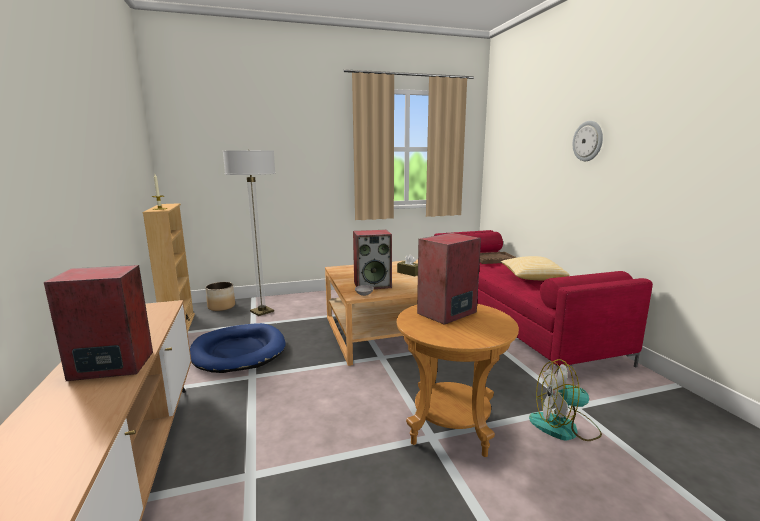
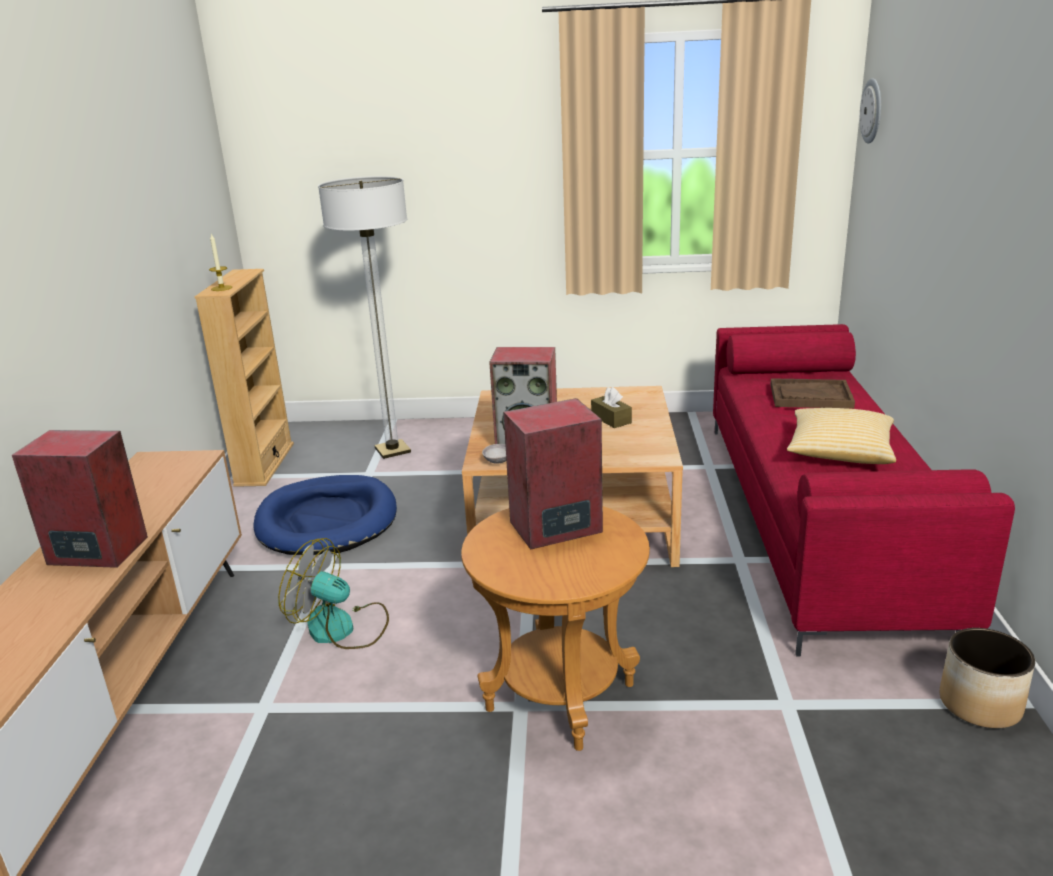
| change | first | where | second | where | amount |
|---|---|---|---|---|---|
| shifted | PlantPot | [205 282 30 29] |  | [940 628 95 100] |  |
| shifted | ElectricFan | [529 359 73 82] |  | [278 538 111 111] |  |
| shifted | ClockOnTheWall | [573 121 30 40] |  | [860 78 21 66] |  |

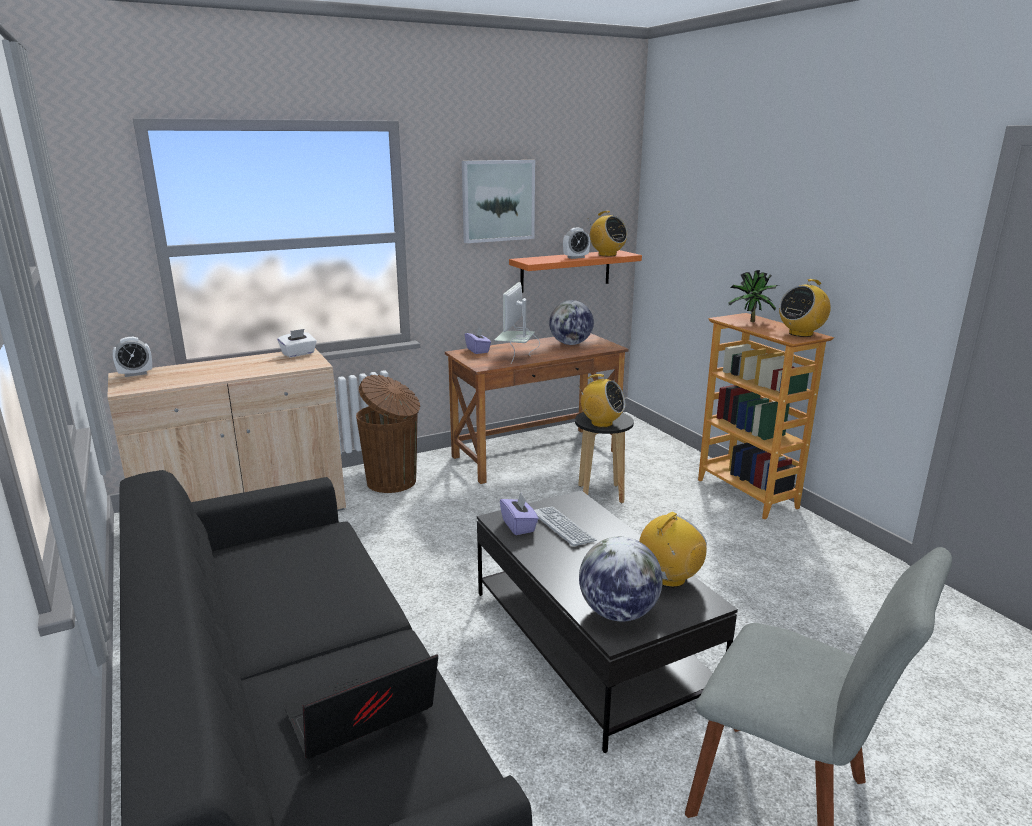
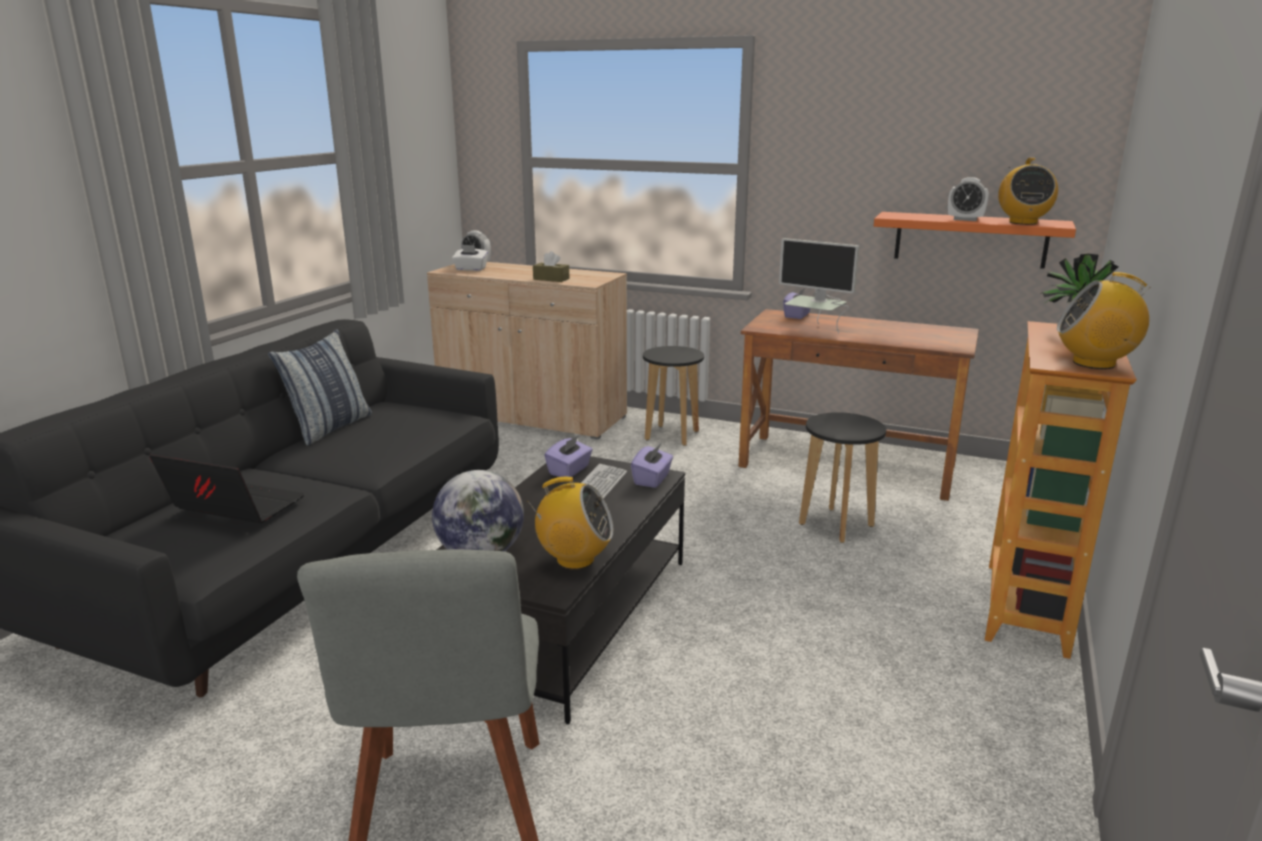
| change | first | where | second | where | amount |
|---|---|---|---|---|---|
| gone | WallPicture | [462 160 73 83] |  |  |  |
| gone | Globe | [549 300 45 45] |  |  |  |
| gone | RadioReceiver | [577 374 48 54] |  |  |  |
| new |  |  | Pillow | [268 329 104 116] |  |
| new |  |  | BrownishTissueBox | [533 251 36 31] |  |
| new |  |  | PurplishTissueBox | [631 444 42 44] |  |
| shifted | WhiteColouredTissueBox | [277 329 40 28] |  | [452 245 36 26] |  |
| swapped | BrownishWasteBin | [356 375 64 118] | BlackishSittingStool | [643 346 61 100] |  |
| rotated | Monitor | [495 282 45 82] |  | [779 238 80 96] | 120 degrees counterclockwise |

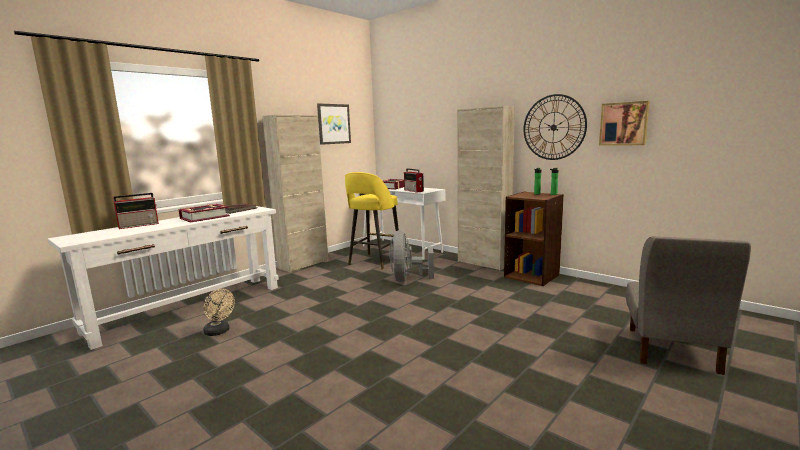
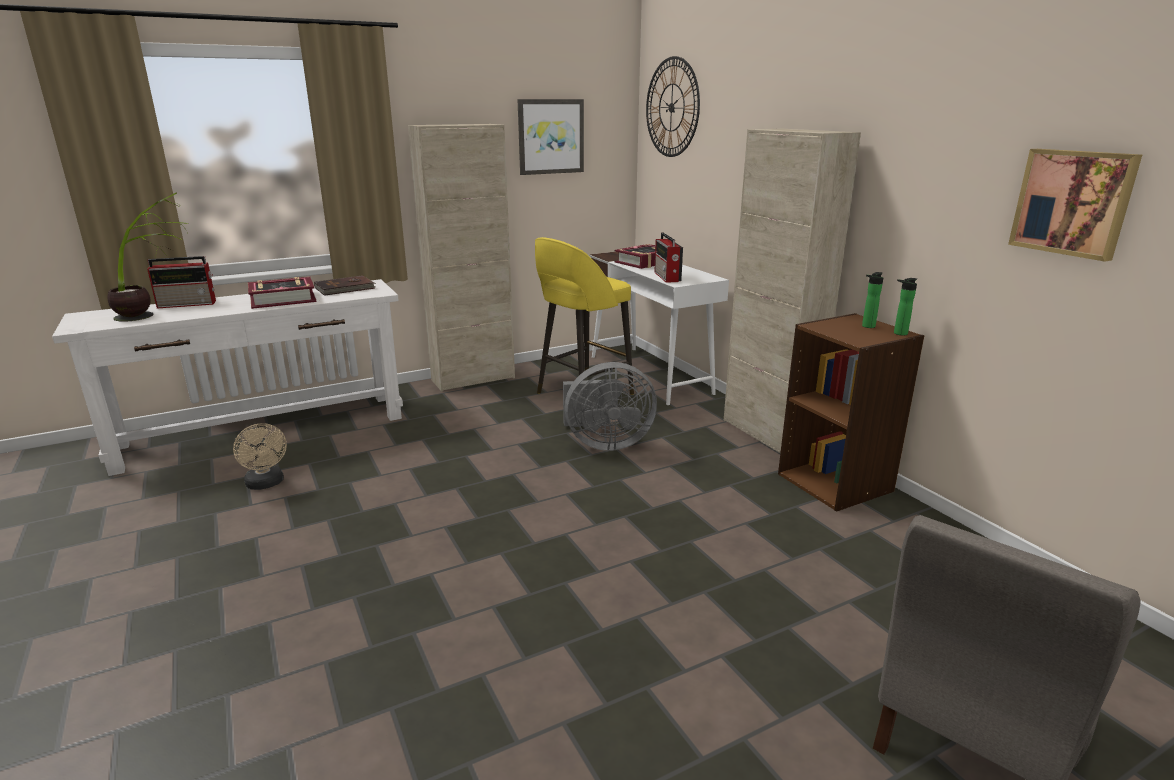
| change | first | where | second | where | amount |
|---|---|---|---|---|---|
| new |  |  | Houseplant | [108 192 80 130] |  |
| shifted | ClockOnTheWall | [523 94 64 66] |  | [646 56 54 101] |  |
| rotated | GreyishElectricFan | [389 230 45 52] |  | [563 362 94 89] | 120 degrees counterclockwise |

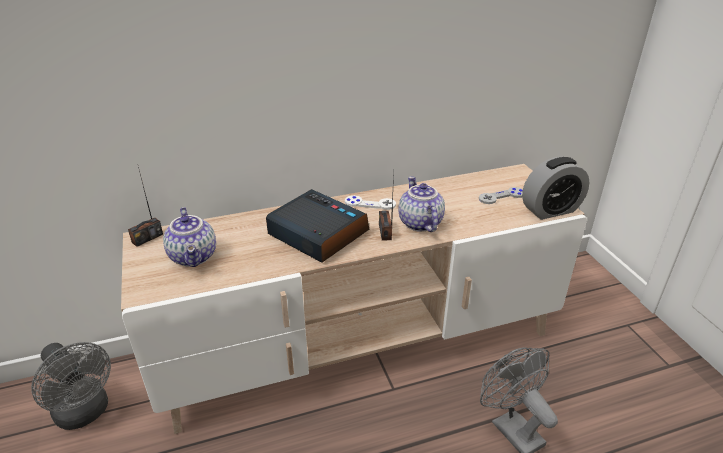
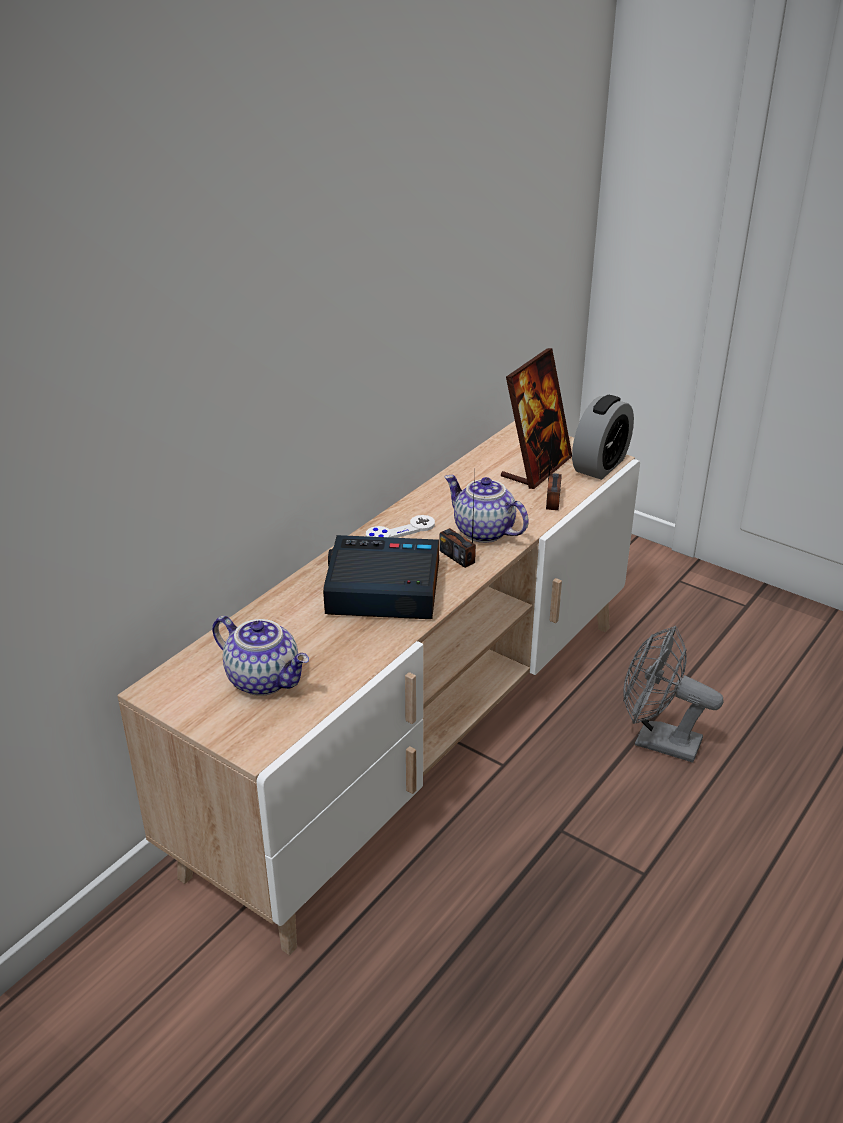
| change | first | where | second | where | amount |
|---|---|---|---|---|---|
| gone | GreyishElectricFan | [31 342 80 88] |  |  |  |
| shifted | RadioReceiver | [128 167 35 80] |  | [546 415 16 95] |  |
| swapped | GreyishJoypad | [479 187 44 17] | PictureFrame | [501 348 71 141] |  |

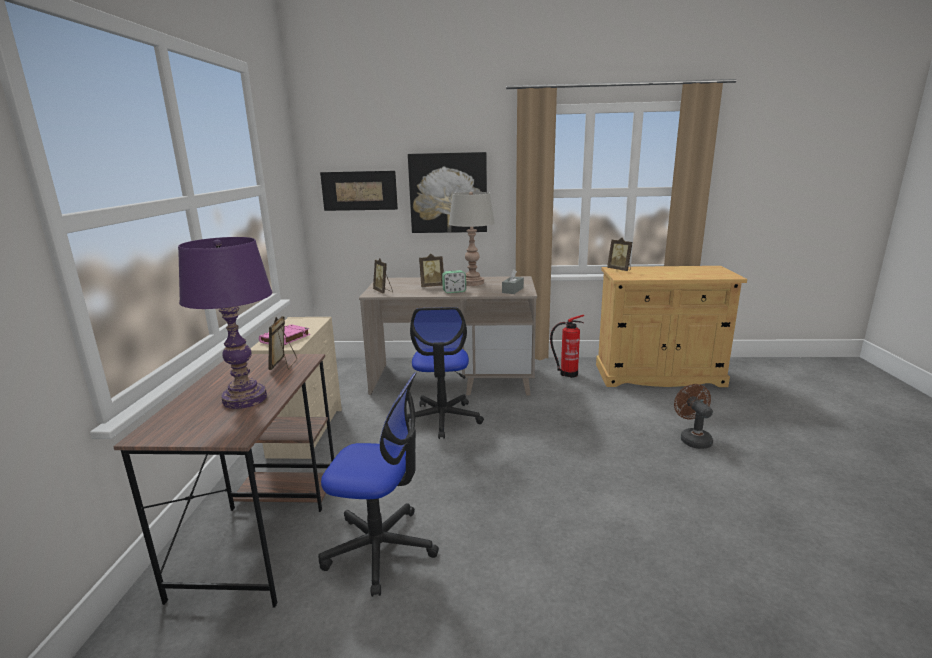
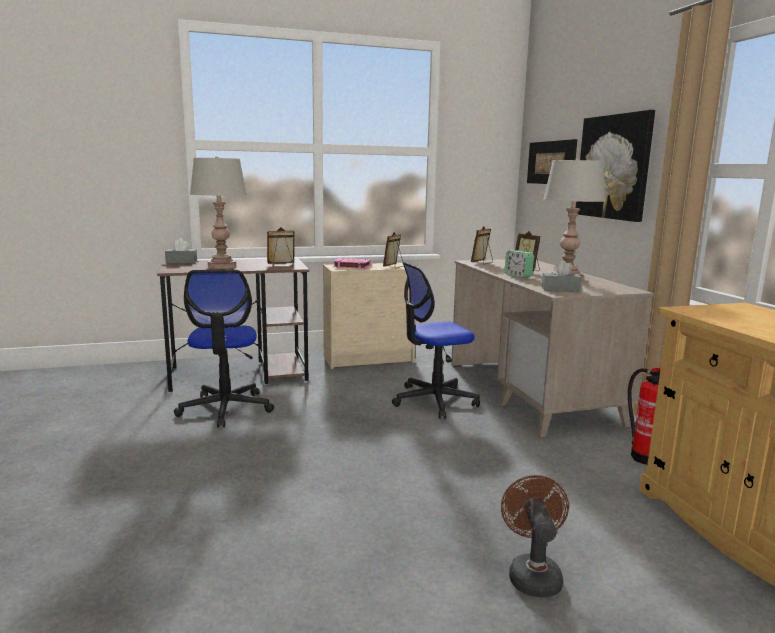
| change | first | where | second | where | amount |
|---|---|---|---|---|---|
| new |  |  | GreyishTissueBox | [165 238 32 25] |  |
| shifted | PictureFrame | [607 238 25 33] |  | [383 232 21 37] |  |
| repainted | PurplishLampForATable | [178 237 95 172] | GreyishLampForATable | [190 157 57 112] |  |
| rotated | BrownishElectricFan | [674 384 39 65] |  | [501 475 68 122] | 60 degrees counterclockwise |

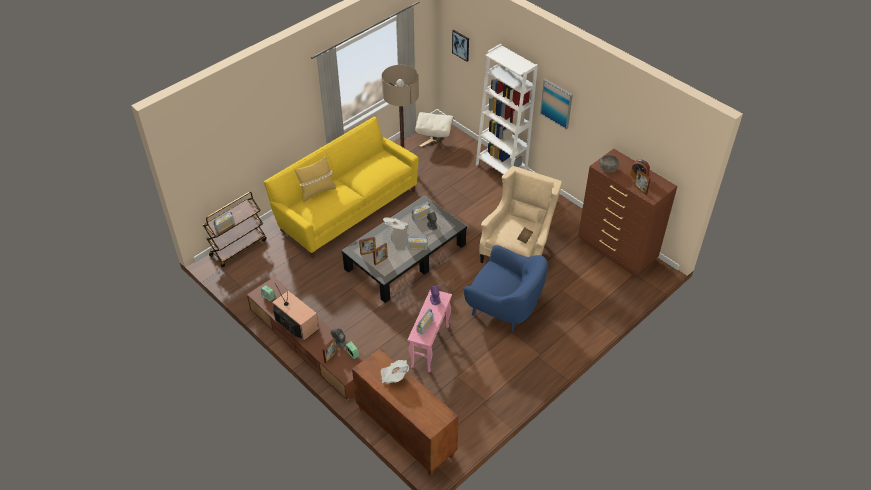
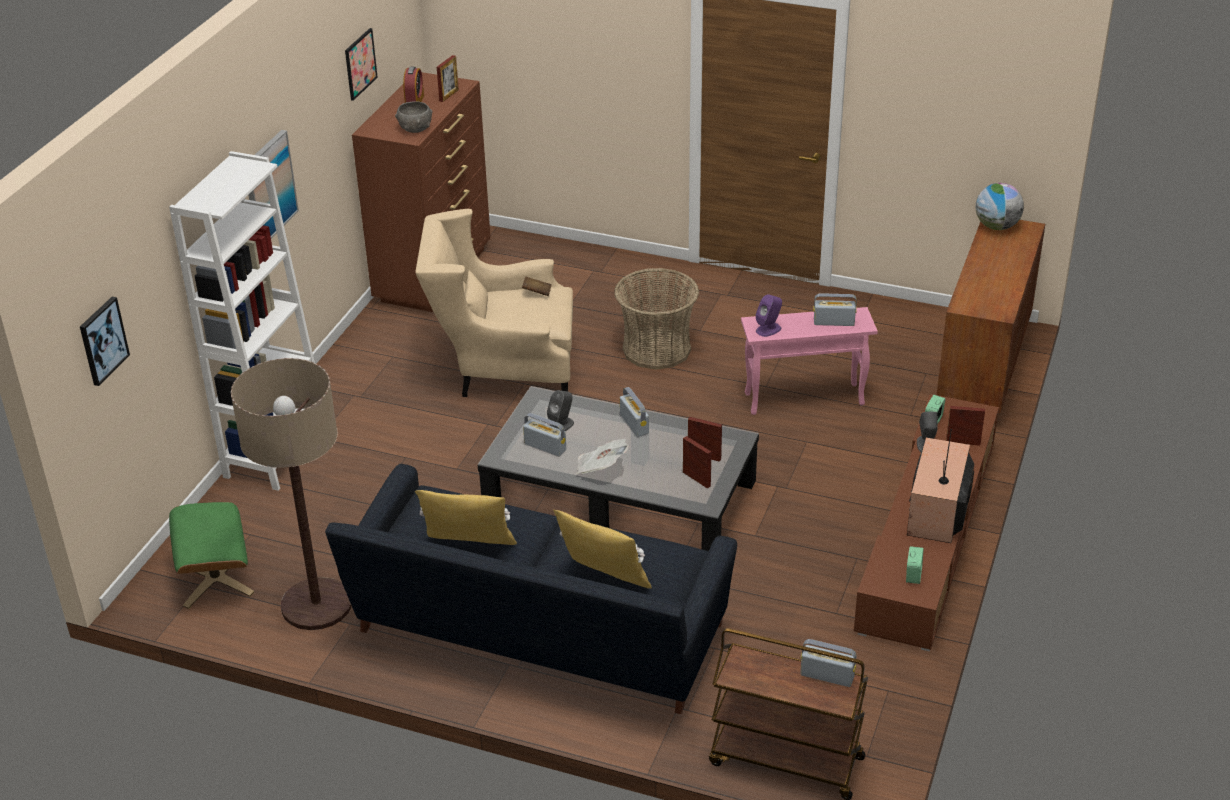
| change | first | where | second | where | amount |
|---|---|---|---|---|---|
| gone | Newspaper | [381 360 28 23] |  |  |  |
| new |  |  | WallPicture | [345 28 33 73] |  |
| new |  |  | YellowishPillow | [415 490 102 55] |  |
| new |  |  | Globe | [976 183 48 47] |  |
| swapped | BluishLoungeChair | [464 245 84 87] | Basket | [614 268 85 102] |  |
| repainted | YellowishSofa | [264 117 155 141] | BlackishSofa | [325 464 412 250] |  |
| repainted | SandColouredPouffe | [415 112 39 38] | GreenPouffe | [169 502 85 107] |  |

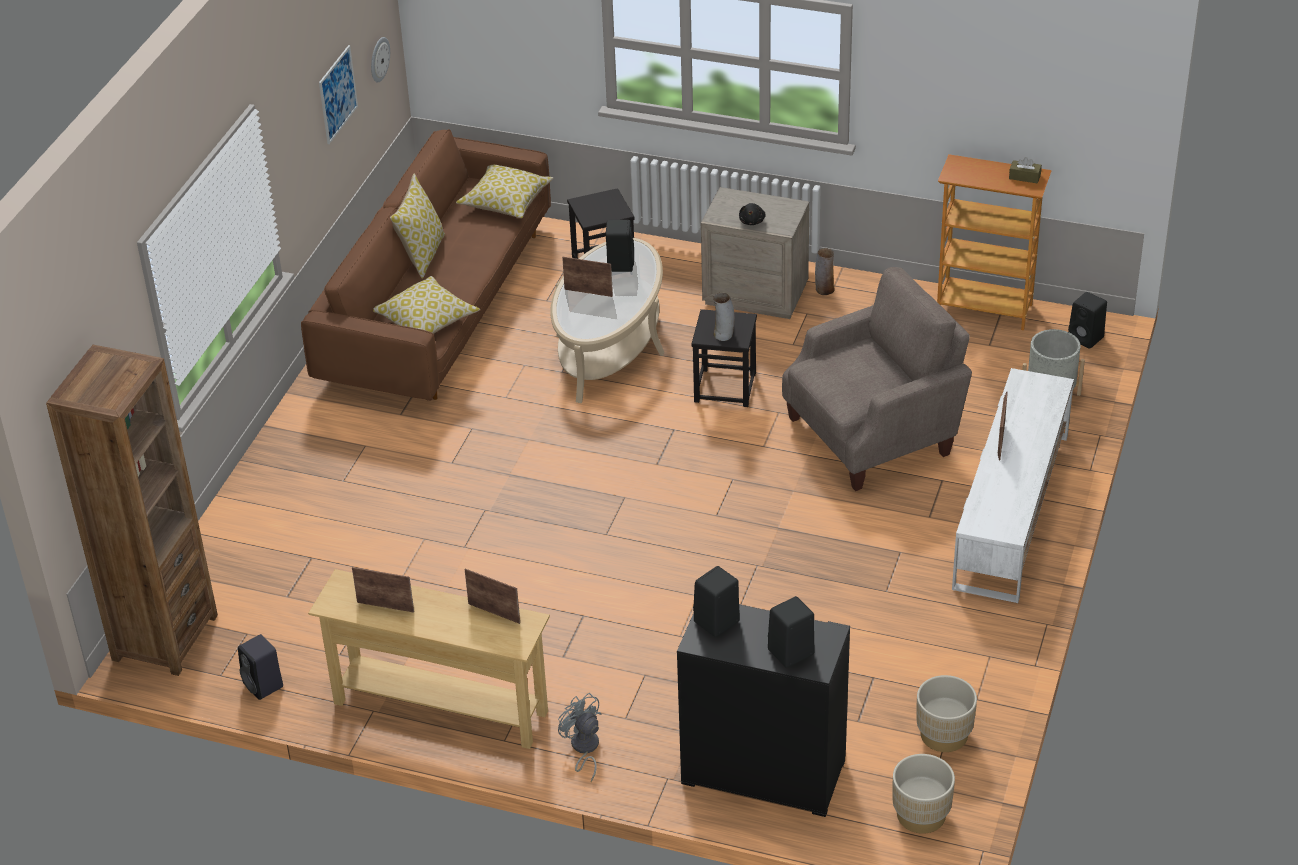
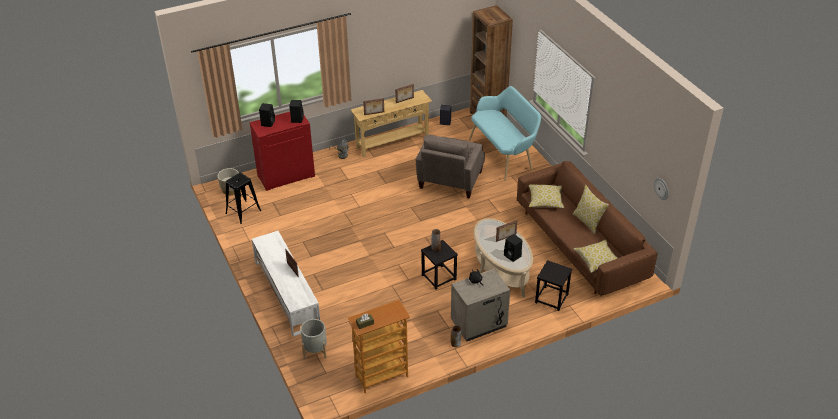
| change | first | where | second | where | amount |
|---|---|---|---|---|---|
| gone | WallPicture | [319 45 39 99] |  |  |  |
| gone | BlackishLoudspeaker | [1068 292 39 57] |  |  |  |
| new |  |  | TurquoiseColouredIndoorBench | [469 86 72 95] |  |
| shifted | SandColouredLoungeChair | [782 267 190 224] |  | [415 135 70 64] |  |
| swapped | SandColouredPlantPot | [917 675 60 77] | BlackishSittingStool | [226 173 35 51] |  |
| repainted | BlackishStorageCabinet | [677 605 173 212] | ReddishStorageCabinet | [250 112 65 79] |  |

